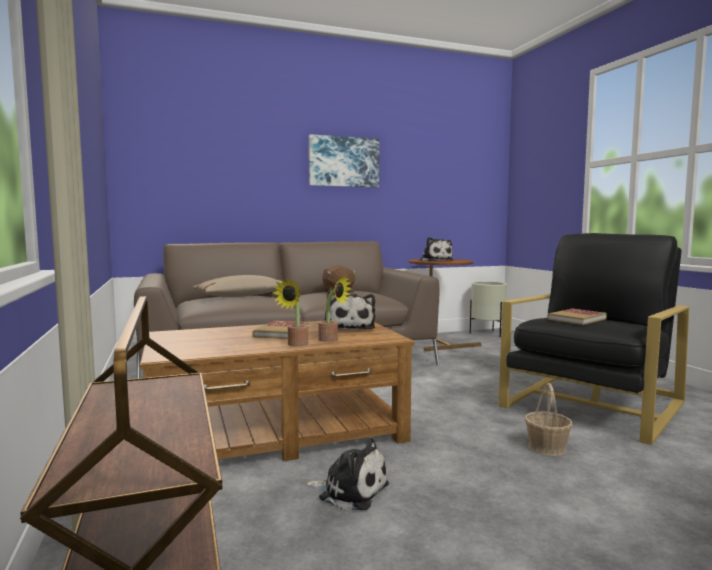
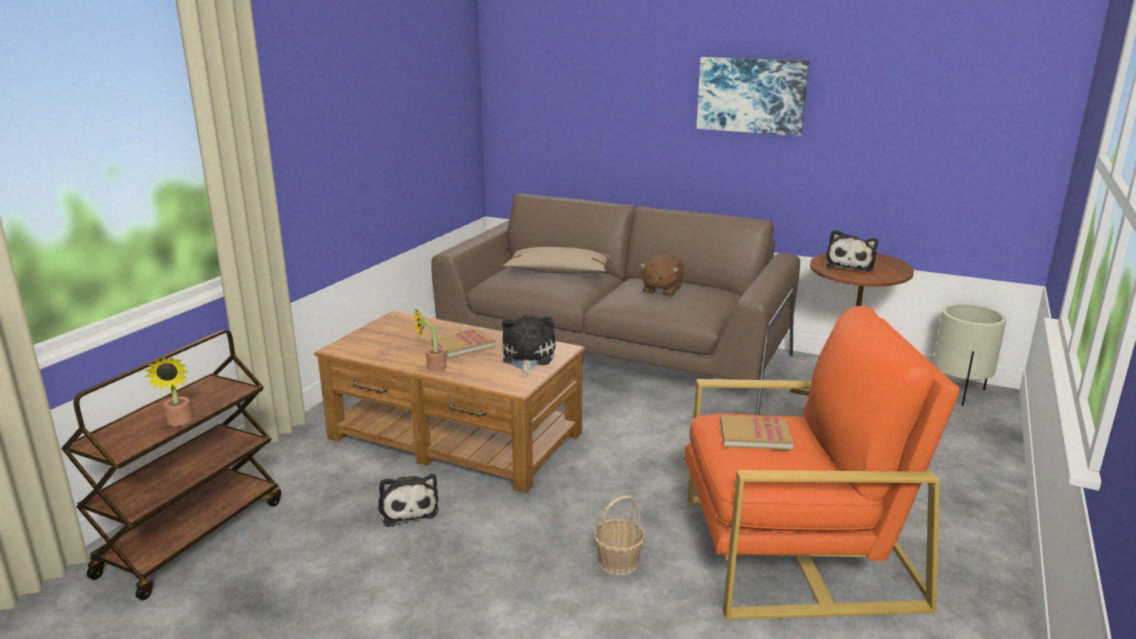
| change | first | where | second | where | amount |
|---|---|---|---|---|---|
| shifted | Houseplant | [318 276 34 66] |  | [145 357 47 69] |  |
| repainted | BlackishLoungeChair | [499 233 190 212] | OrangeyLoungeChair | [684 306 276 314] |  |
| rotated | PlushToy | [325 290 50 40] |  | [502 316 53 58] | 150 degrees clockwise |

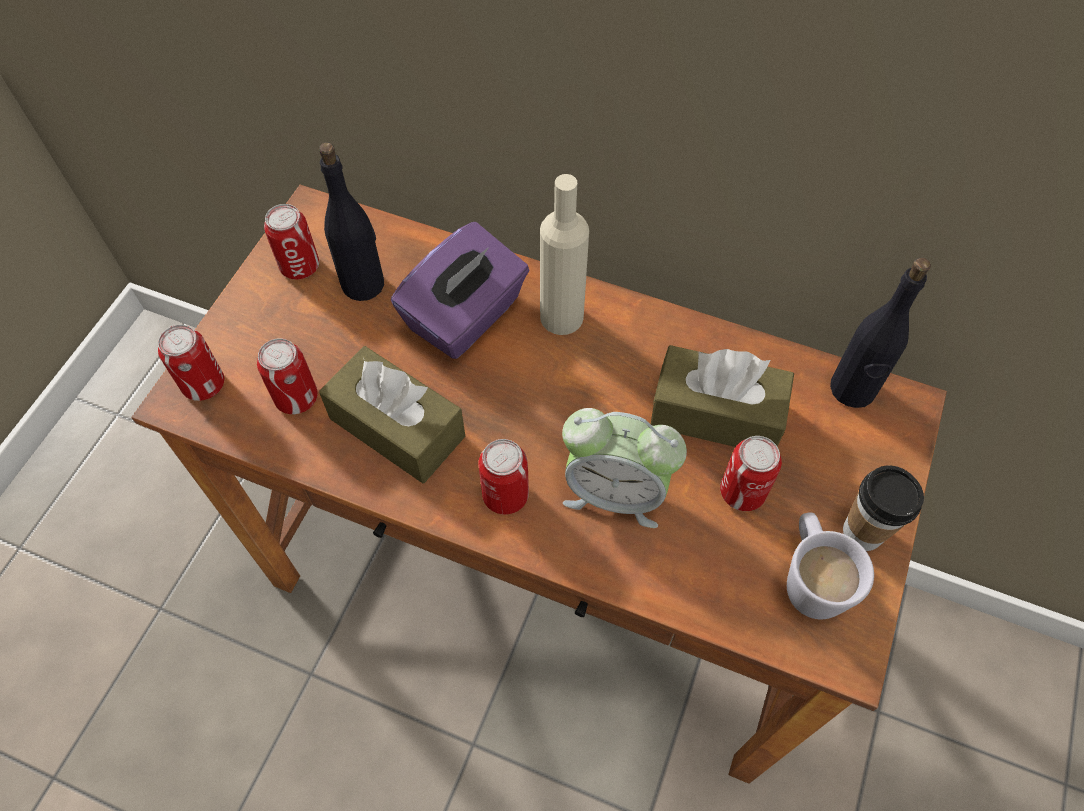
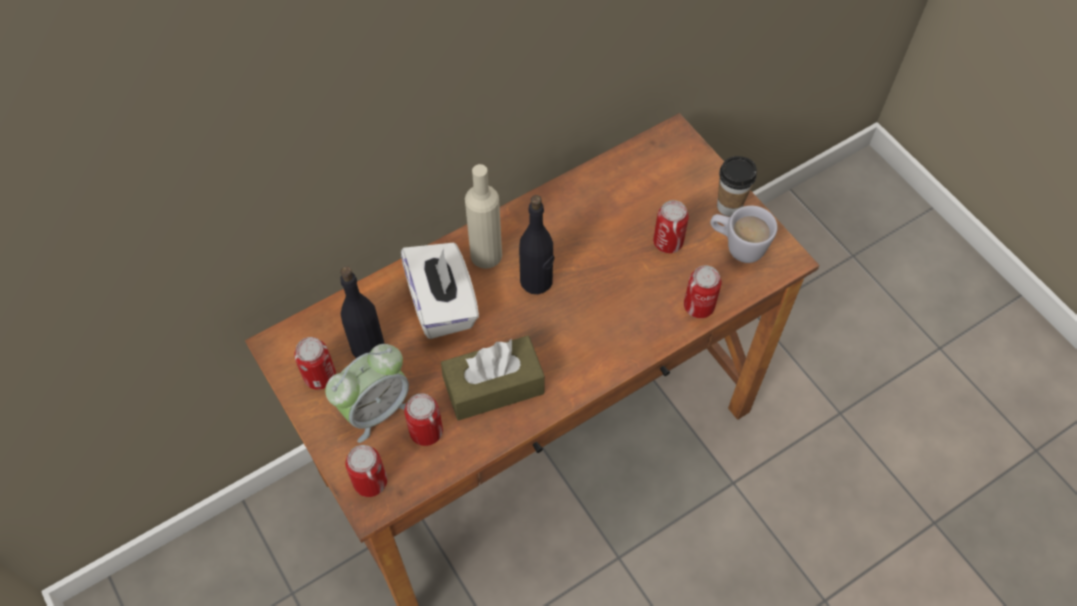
| change | first | where | second | where | amount |
|---|---|---|---|---|---|
| gone | BrownishTissueBox | [651 345 143 102] |  |  |  |
| shifted | SealedCan | [478 439 51 75] |  | [684 265 37 53] |  |
| shifted | BedsideClock | [562 408 125 120] |  | [325 344 84 99] |  |
| shifted | BlackishBeverageBottle | [830 258 101 150] |  | [519 195 36 99] |  |
| repainted | PurplishTissueBox | [391 222 138 137] | WhiteColouredTissueBox | [401 243 78 96] |  |

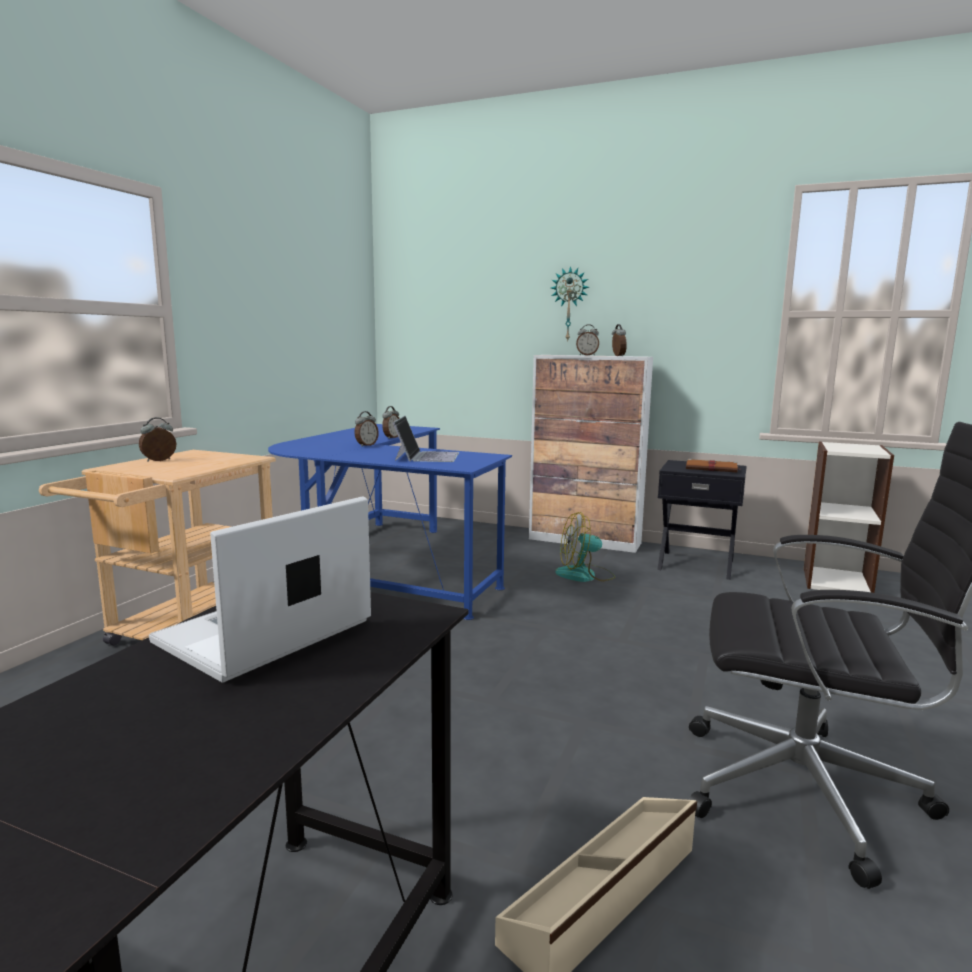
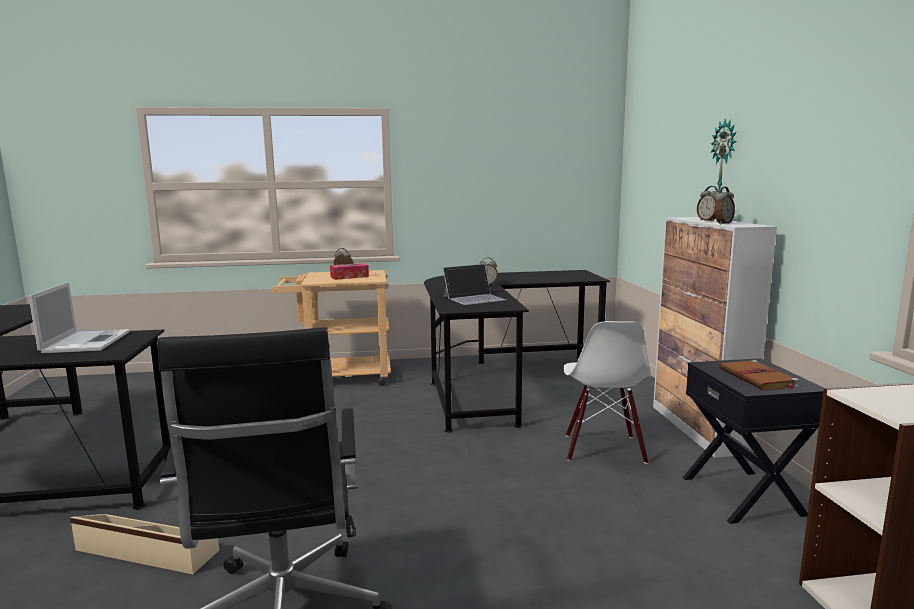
| change | first | where | second | where | amount |
|---|---|---|---|---|---|
| gone | BedsideClock | [382 406 18 33] |  |  |  |
| new |  |  | TissueBox | [330 263 39 17] |  |
| swapped | ElectricFan | [555 512 60 70] | WhiteColouredUprightChair | [563 321 88 143] |  |
| repainted | BluishDesk | [268 424 244 196] | BlackishDesk | [424 270 186 163] |  |
| rotated | PortableComputer | [149 496 222 187] |  | [29 282 101 71] | 75 degrees clockwise |

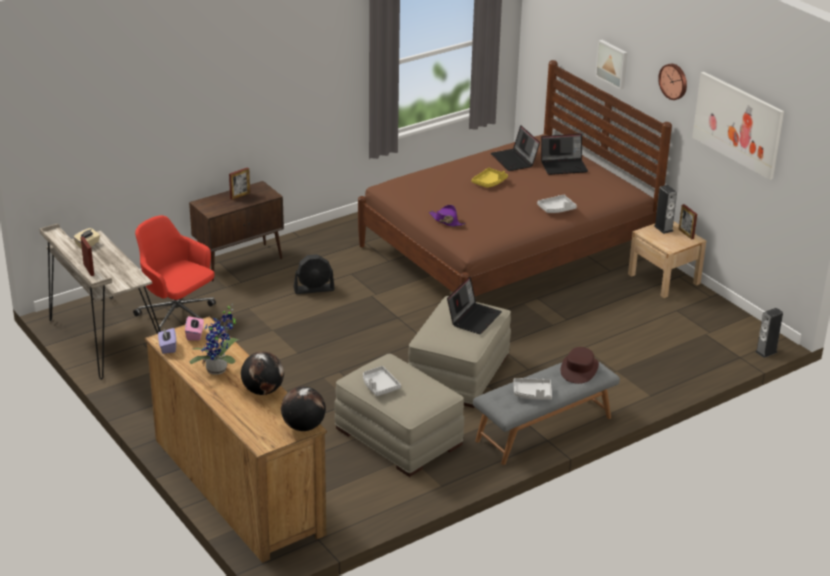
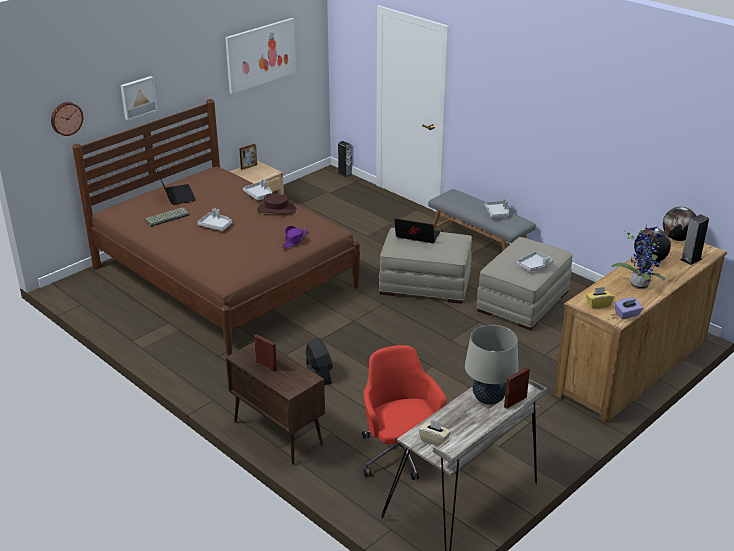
| change | first | where | second | where | amount |
|---|---|---|---|---|---|
| new |  |  | SandColouredLampForATable | [465 325 53 80] |  |
| shifted | BrownishWearableHat | [561 347 38 37] |  | [257 194 39 20] |  |
| shifted | Loudspeaker | [654 185 23 49] |  | [681 214 28 51] |  |
| shifted | ClockOnTheWall | [658 63 29 37] |  | [51 102 32 34] |  |
| swapped | PortableComputer | [491 125 49 46] | Keyboard | [145 207 45 20] |  |
| repainted | PinkTissueBox | [185 316 19 25] | YellowishTissueBox | [586 287 28 22] |  |
| repainted | YellowishCarryingTray | [472 168 36 20] | GreyishCarryingTray | [197 208 35 23] |  |
| rotated | ReddishDeskChair | [133 215 83 116] |  | [362 345 84 135] | 135 degrees clockwise |

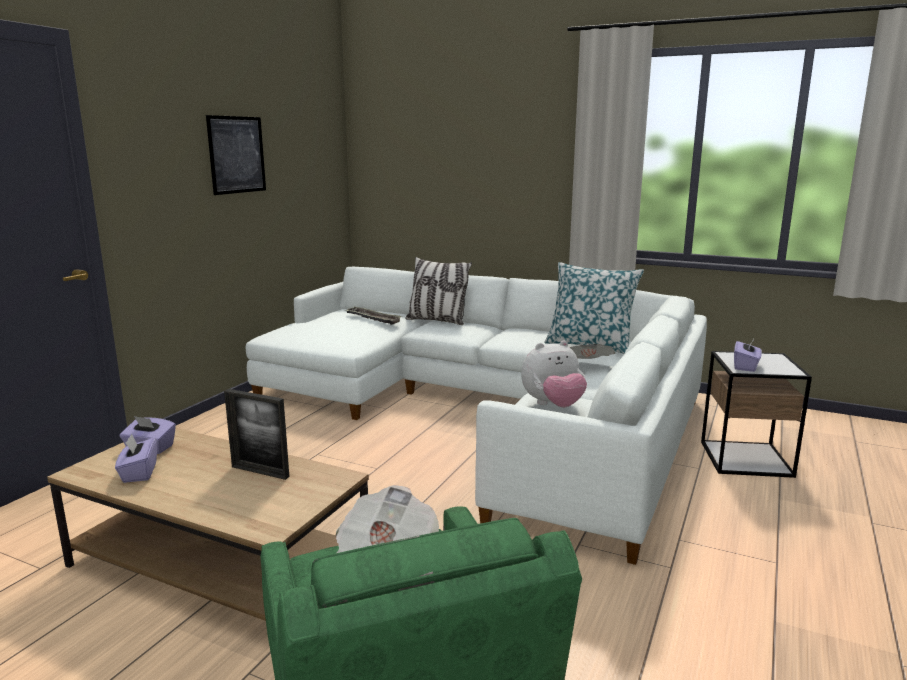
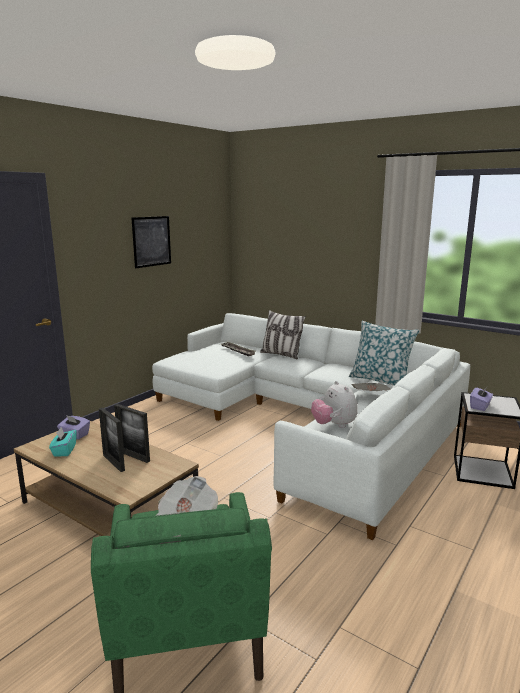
| change | first | where | second | where | amount |
|---|---|---|---|---|---|
| new |  |  | PictureFrame | [99 407 26 65] |  |
| repainted | PurplishTissueBox | [115 434 42 49] | TurquoiseColouredTissueBox | [49 427 28 30] |  |
| rotated | PlushToy | [521 341 66 66] |  | [311 381 47 47] | 75 degrees clockwise |

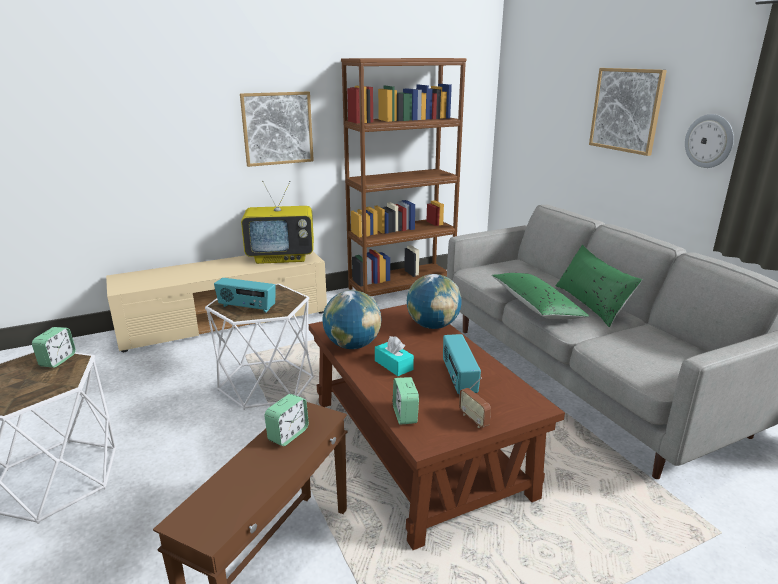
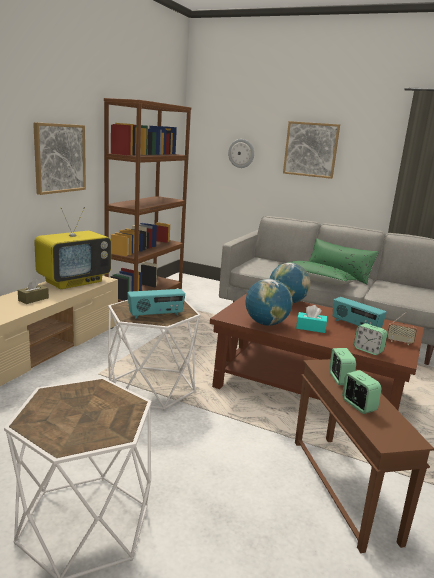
| change | first | where | second | where | amount |
|---|---|---|---|---|---|
| new |  |  | BrownishTissueBox | [18 279 31 25] |  |
| shifted | BedsideClock | [32 327 44 40] |  | [342 370 40 44] |  |
| shifted | ClockOnTheWall | [685 114 49 54] |  | [228 139 26 29] |  |

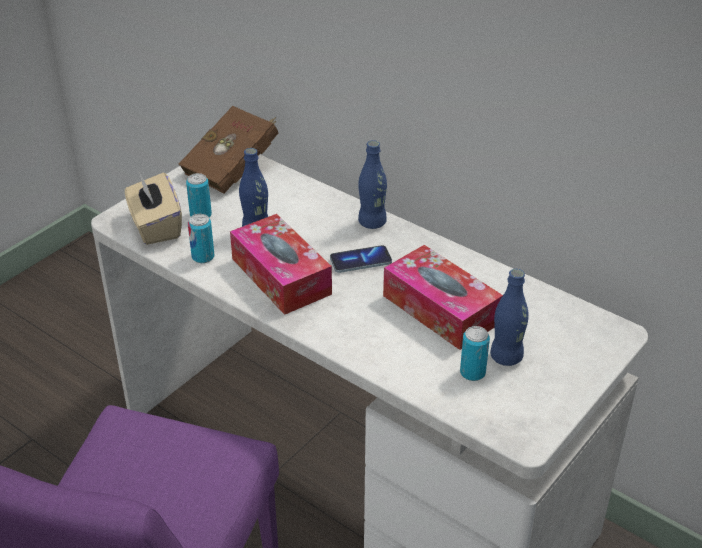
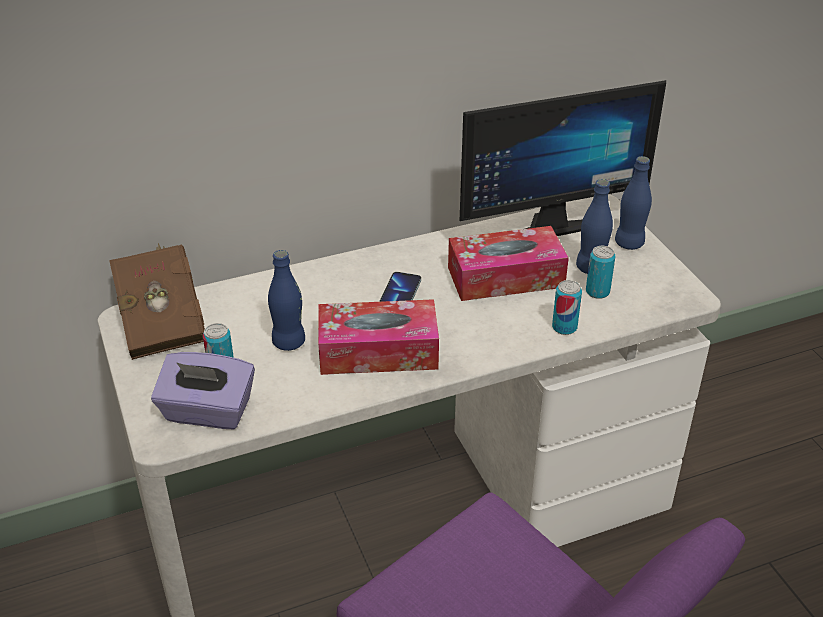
| change | first | where | second | where | amount |
|---|---|---|---|---|---|
| new |  |  | Monitor | [460 80 206 156] |  |
| shifted | SealedCan | [188 214 26 49] |  | [552 280 30 55] |  |
| shifted | BluishBeverageBottle | [358 140 29 89] |  | [615 156 37 94] |  |
| repainted | SandColouredTissueBox | [125 173 57 72] | PurplishTissueBox | [151 352 104 77] |  |

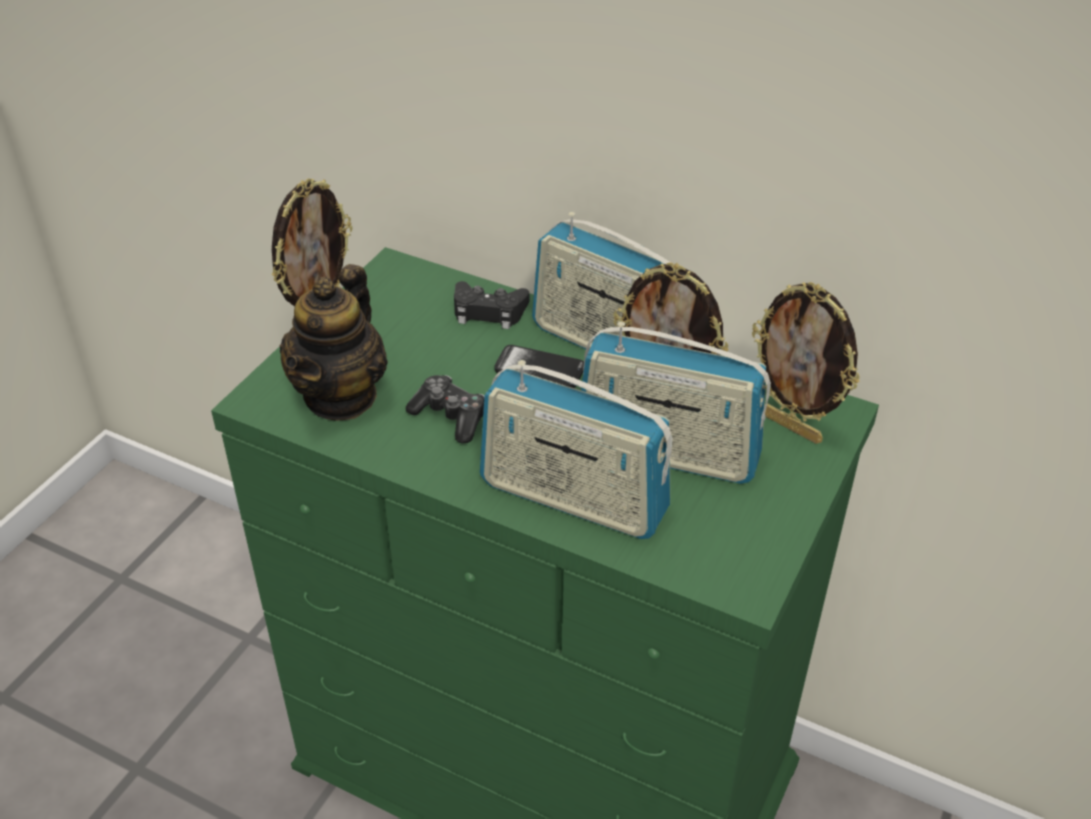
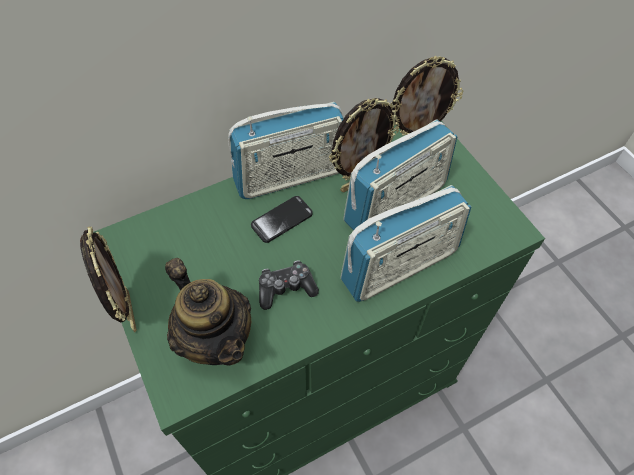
| change | first | where | second | where | amount |
|---|---|---|---|---|---|
| gone | BlackishJoypad | [454 281 75 48] |  |  |  |

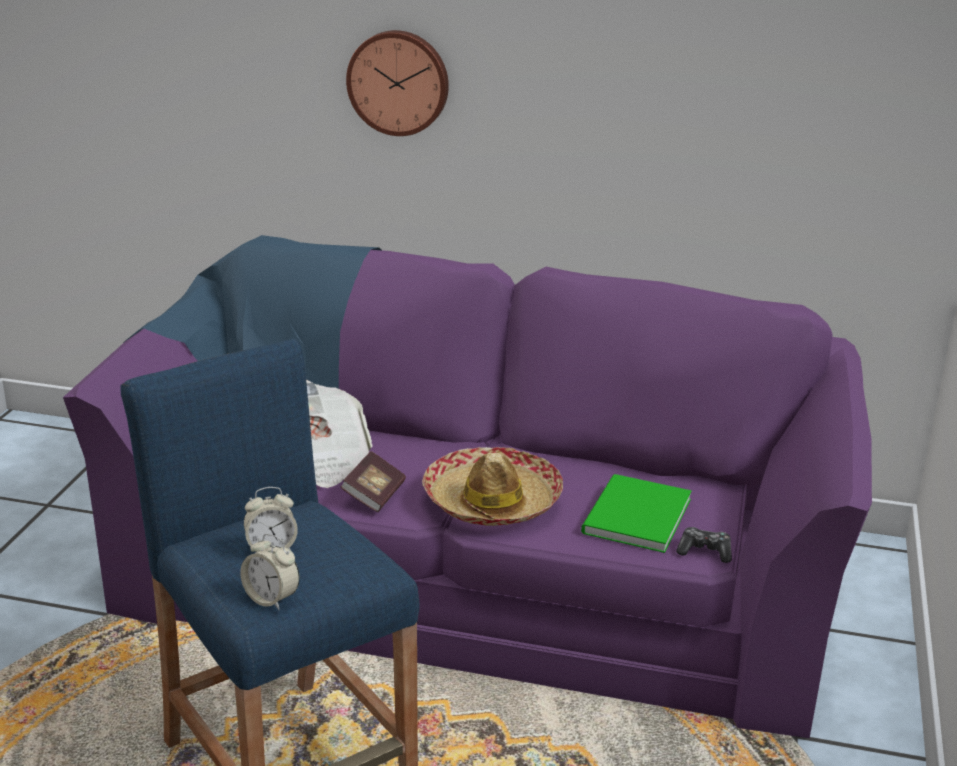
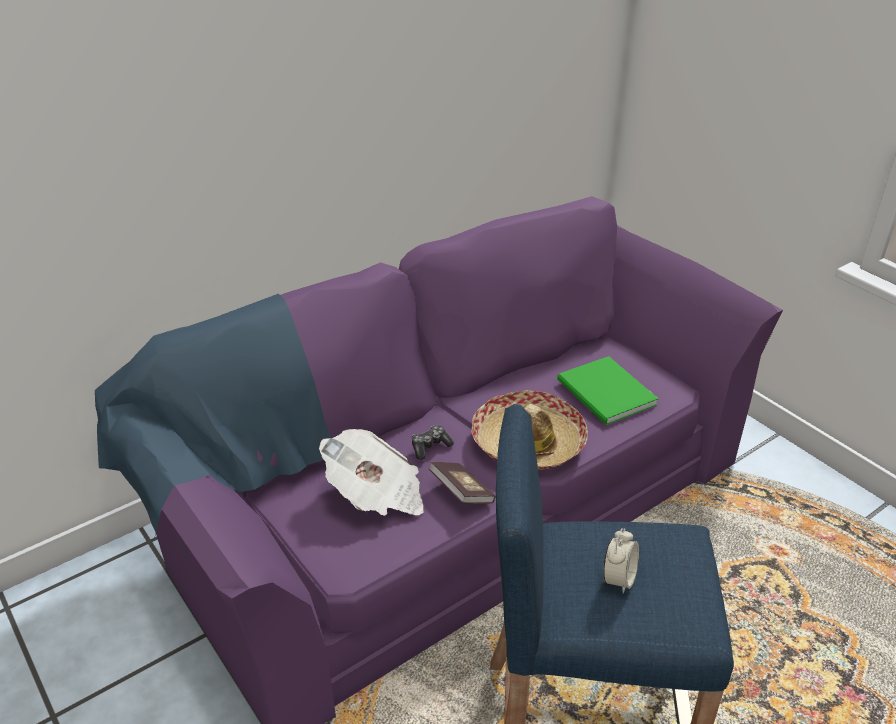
| change | first | where | second | where | amount |
|---|---|---|---|---|---|
| gone | BedsideClock | [240 534 60 76] |  |  |  |
| gone | ClockOnTheWall | [346 30 103 106] |  |  |  |
| shifted | Joypad | [676 527 56 36] |  | [412 425 42 35] |  |

